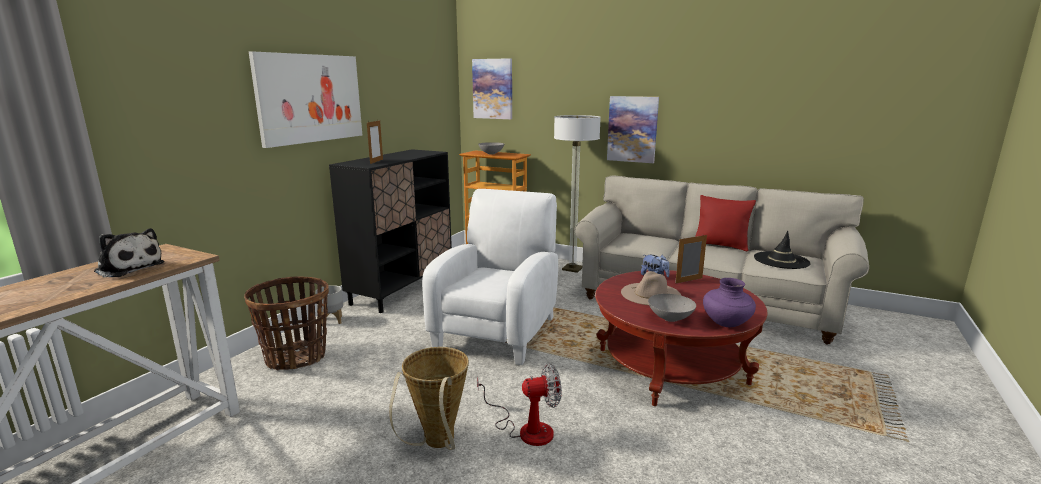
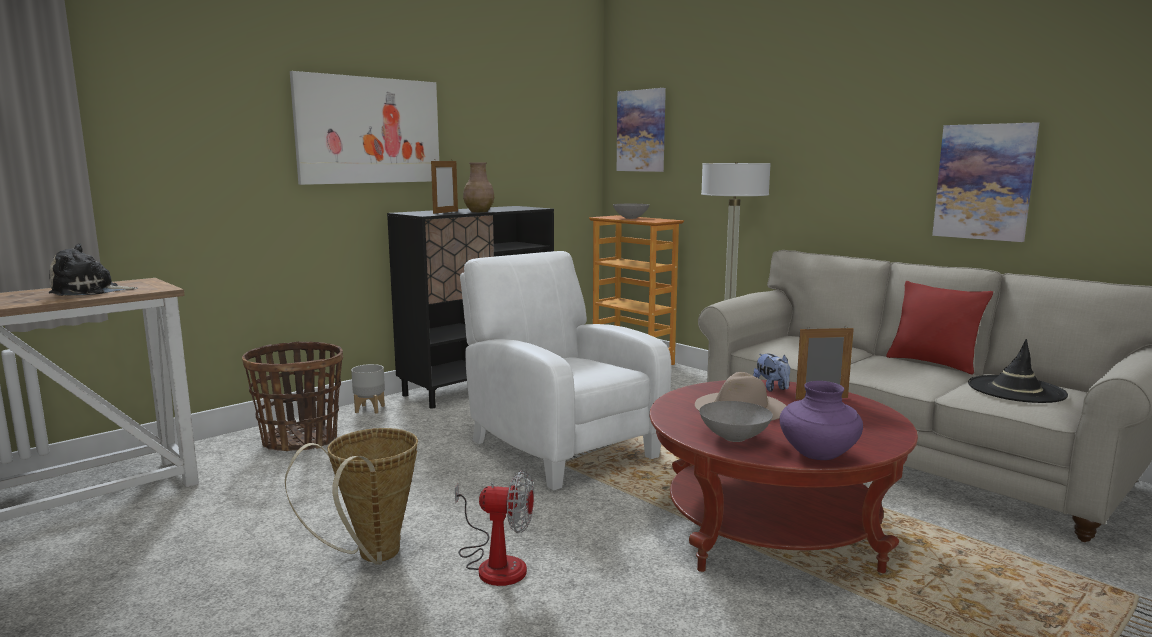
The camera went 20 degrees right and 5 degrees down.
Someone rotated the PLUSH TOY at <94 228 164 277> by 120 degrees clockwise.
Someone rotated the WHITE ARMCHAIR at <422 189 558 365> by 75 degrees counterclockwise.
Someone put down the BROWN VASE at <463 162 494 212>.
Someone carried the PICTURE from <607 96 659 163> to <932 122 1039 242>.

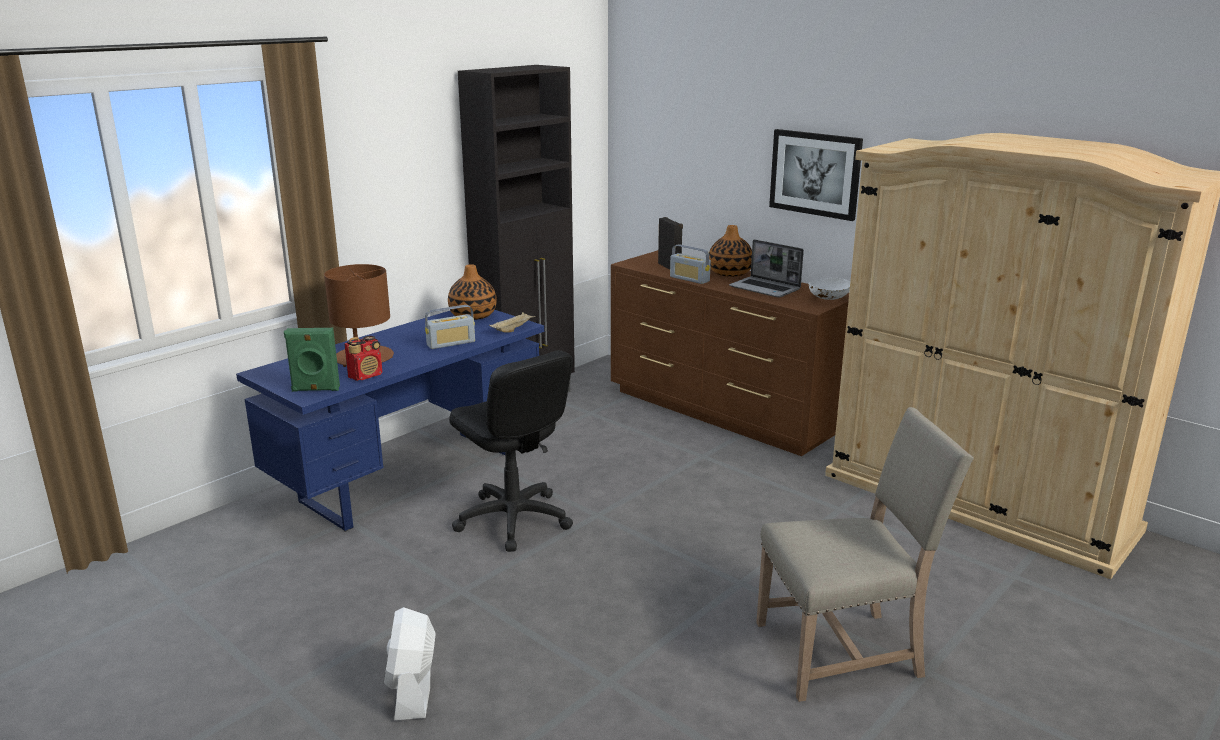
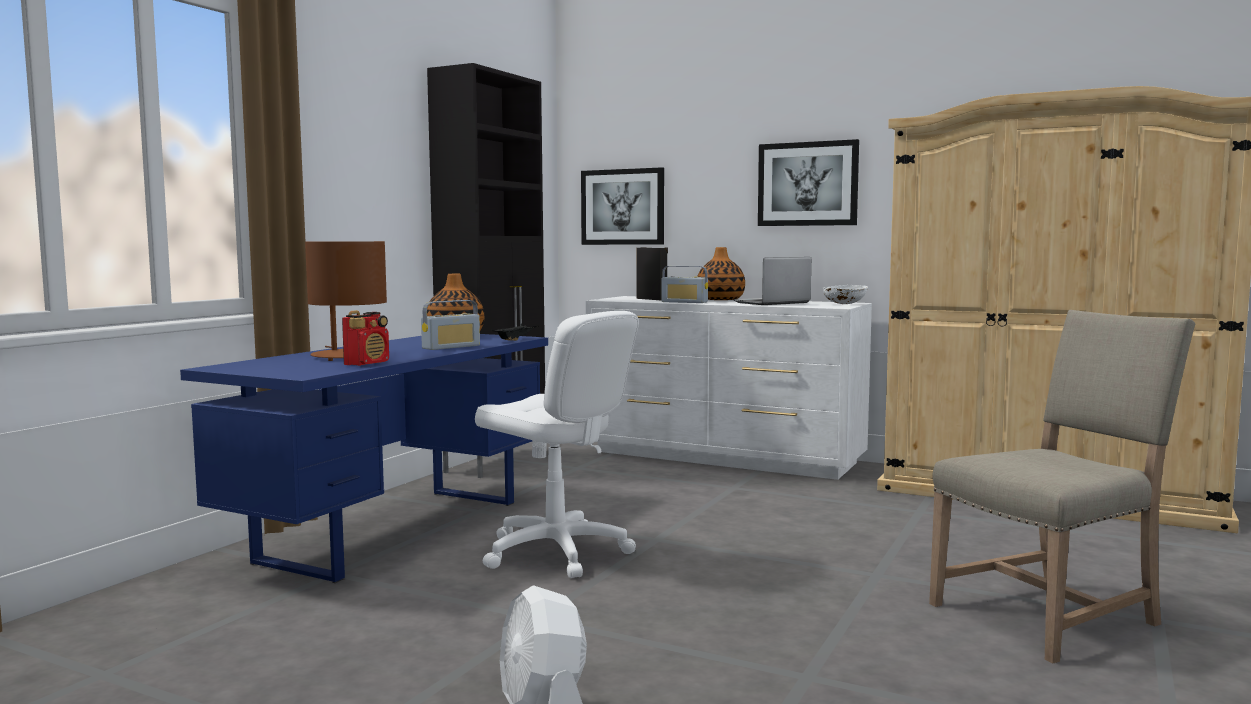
The camera went 15 degrees left and 15 degrees down.
Someone repainted the BLACK OFFICE CHAIR at <449 350 573 552>, which became the WHITE OFFICE CHAIR at <475 311 639 578>.
Someone repainted the BEIGE TRAY at <489 312 536 333>, which became the BLACK TRAY at <492 323 538 341>.
Someone put up the PICTURE at <581 167 664 245>.
Someone repainted the BROWN DRESSER at <611 250 849 456>, which became the WHITE DRESSER at <586 296 872 480>.
Someone rotated the LAPTOP at <729 239 804 298> by 120 degrees clockwise.
Someone took away the GREEN SPEAKER at <284 328 340 392>.

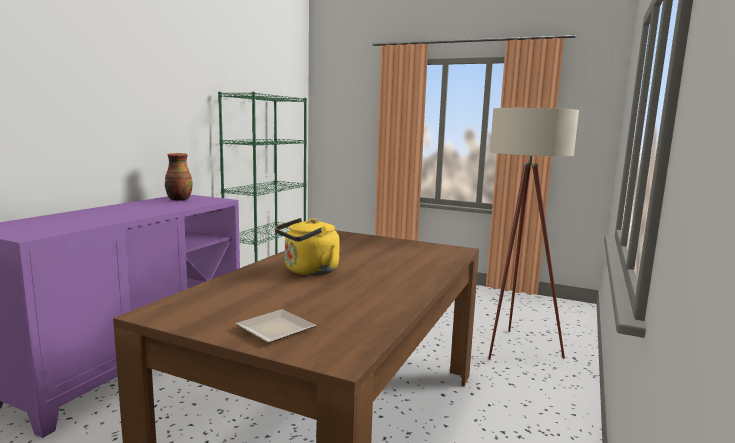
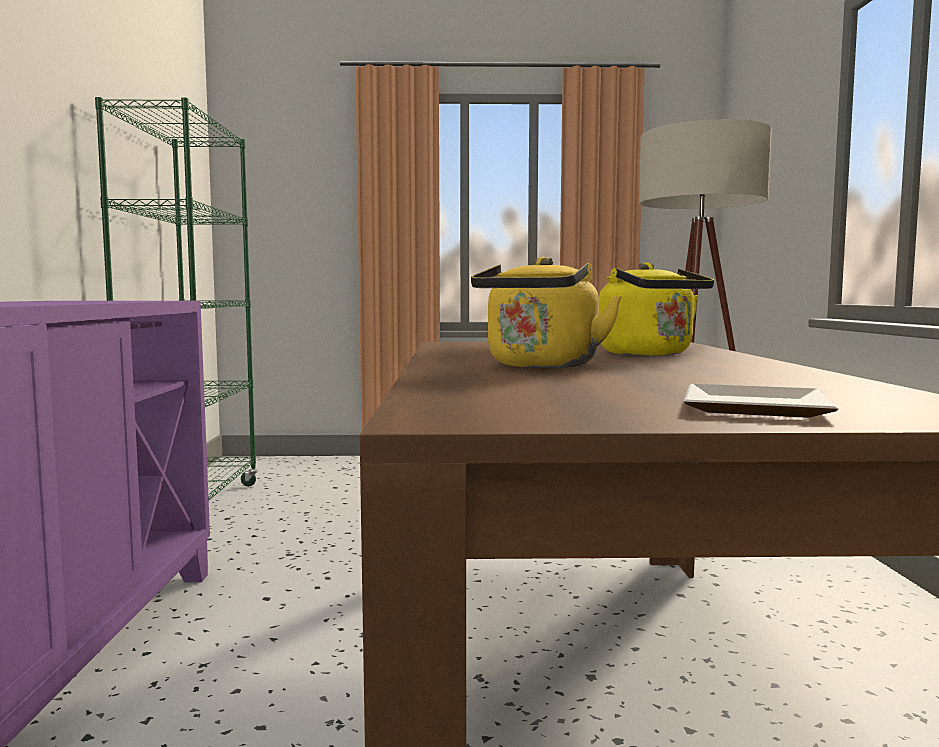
The camera went 25 degrees left and 5 degrees down.
Someone put down the YELLOW KETTLE at <599 263 714 356>.
Someone took away the VASE at <165 153 193 201>.

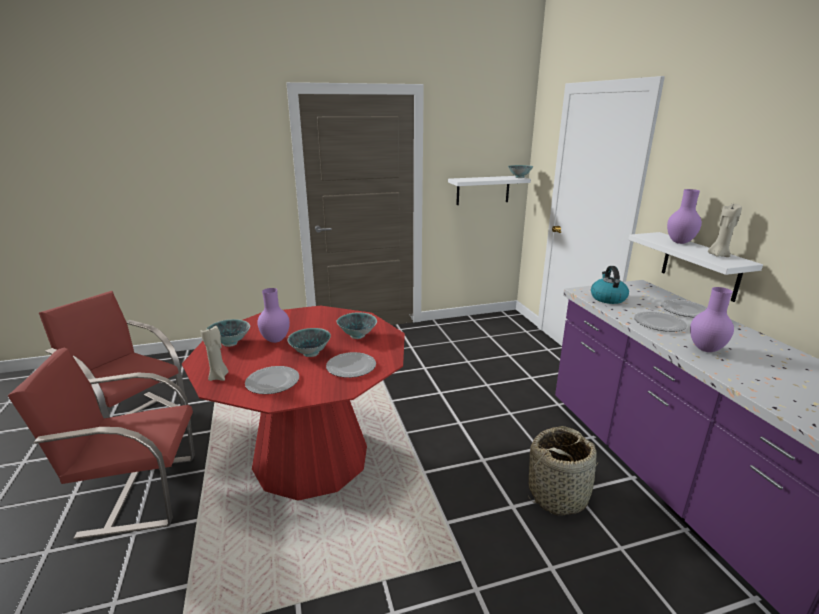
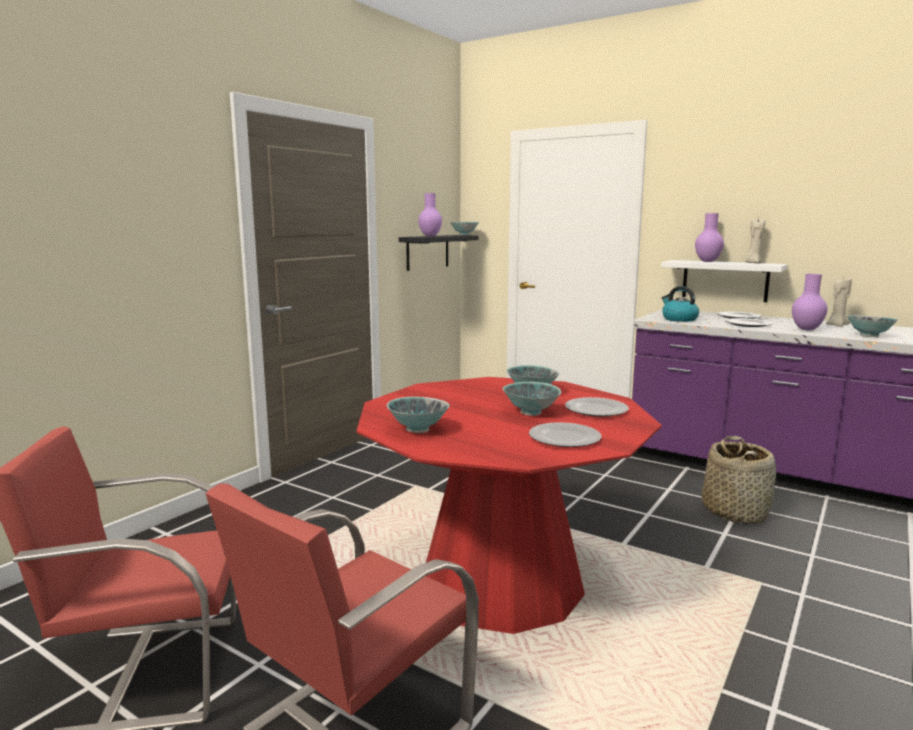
The camera went 40 degrees left and 10 degrees down.
Someone repainted the WHITE SHELF at <448 176 531 205>, which became the BLACK SHELF at <399 235 479 271>.
Someone carried the PURPLE VASE from <257 288 290 343> to <418 193 442 237>.
Someone carried the BEIGE CANDLE from <200 326 229 381> to <826 277 852 327>.
Someone put down the BOWL at <847 315 898 337>.

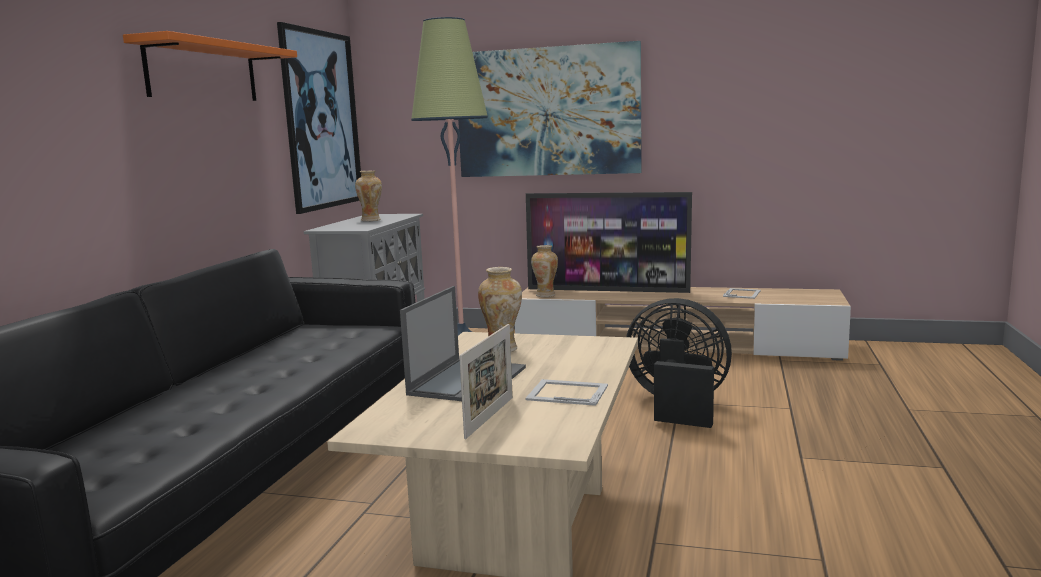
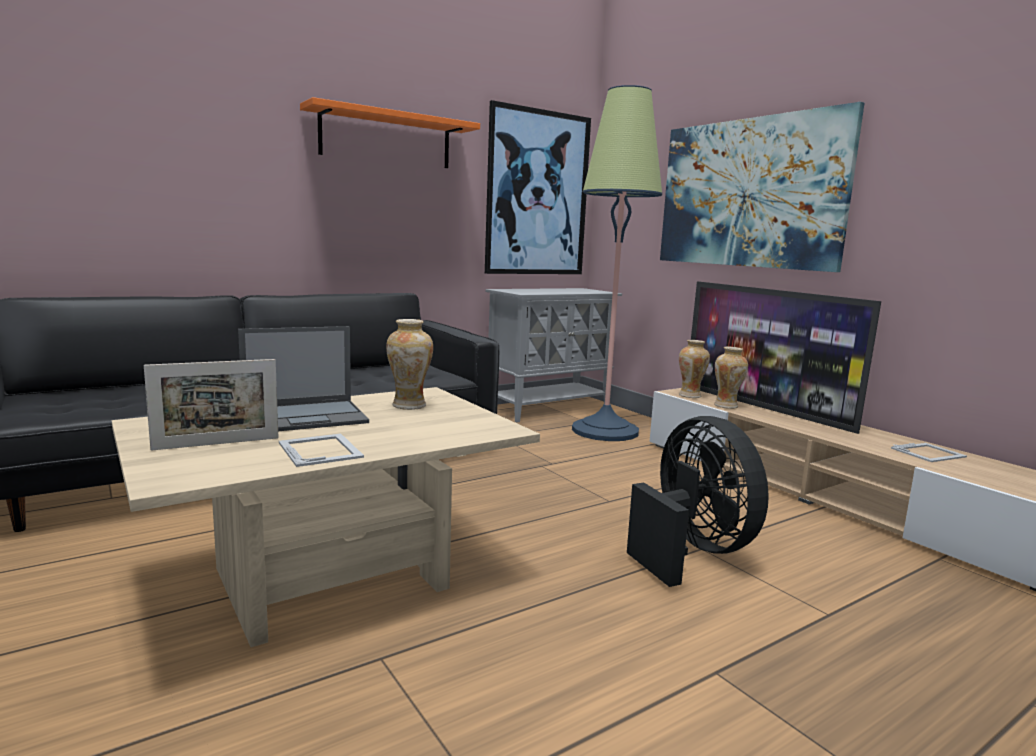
The camera went 40 degrees right and 0 degrees up.
Someone carried the VASE from <355 171 382 221> to <714 346 748 409>.

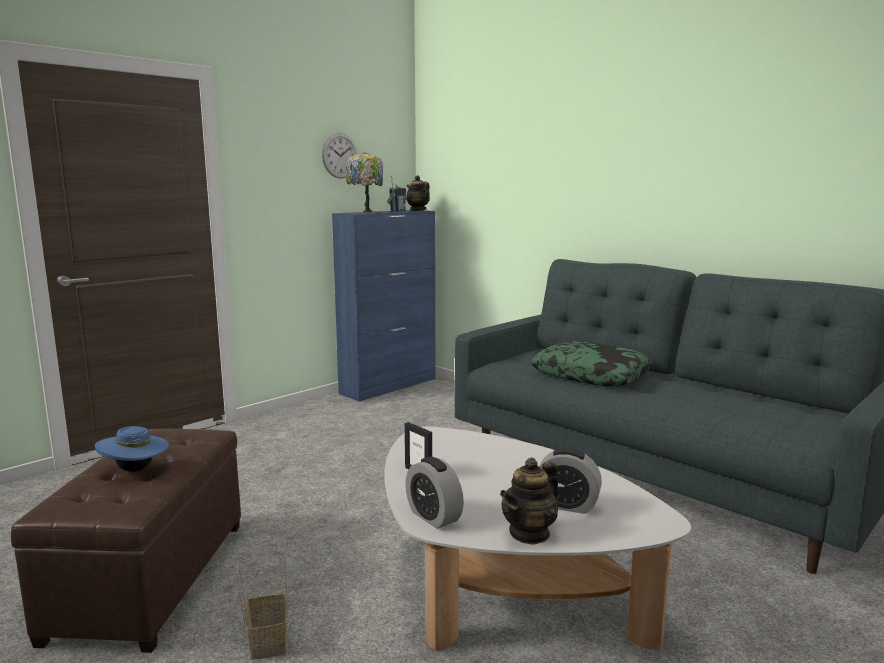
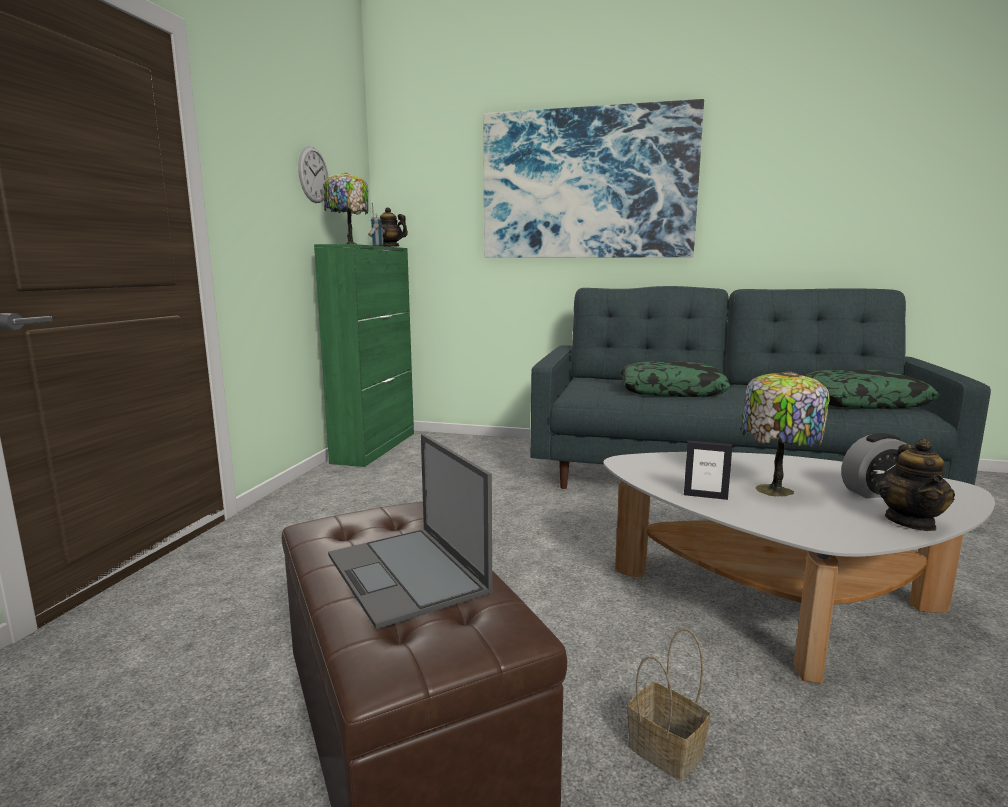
The camera went 30 degrees left and 0 degrees up.
Someone repainted the BLUE CABINET at <332 210 435 401>, which became the GREEN CABINET at <314 244 414 467>.
Someone swapped the BLUE HAT at <95 426 169 472> for the LAPTOP at <328 434 492 629>.
Someone put up the PICTURE at <483 99 704 258>.
Someone put down the TABLE LAMP at <741 371 829 497>.
Someone put down the PILLOW at <800 369 940 409>.
Someone took away the ALARM CLOCK at <405 457 464 529>.

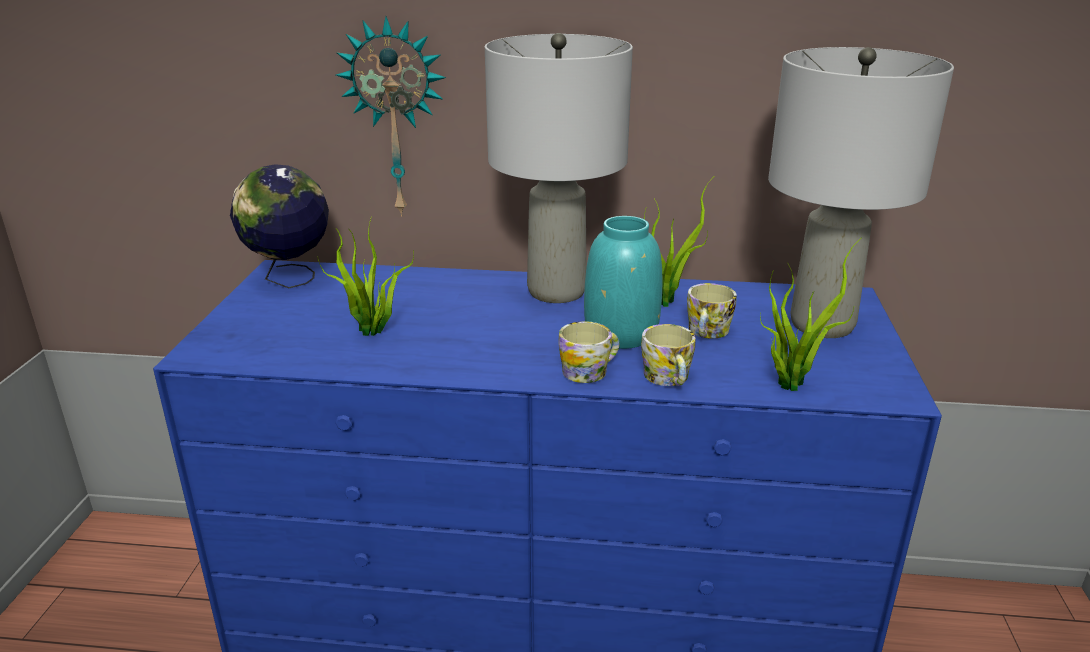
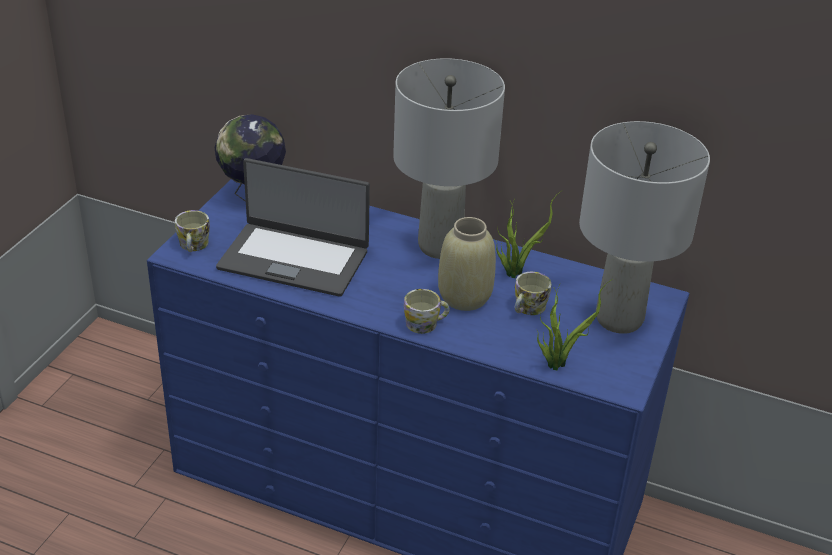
The camera went 15 degrees right and 10 degrees up.
Someone carried the MUG from <641 324 696 386> to <175 210 210 252>.
Someone swapped the POTTED PLANT at <317 216 414 336> for the LAPTOP at <216 158 370 297>.
Someone repainted the TURQUOISE VASE at <584 216 662 349>, which became the BEIGE VASE at <438 217 496 311>.
Someone took away the WALL CLOCK at <336 16 446 217>.

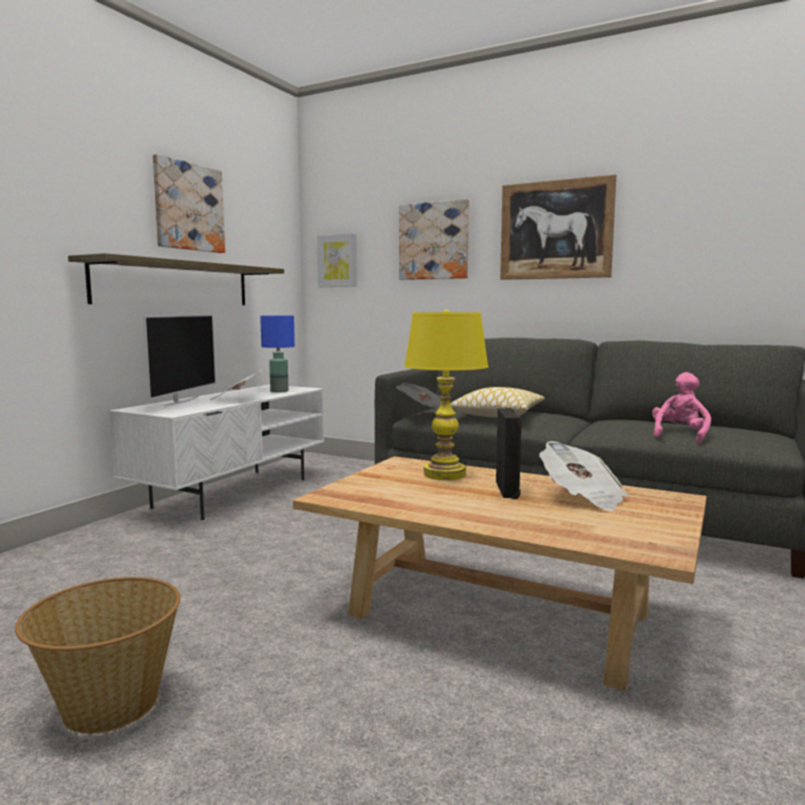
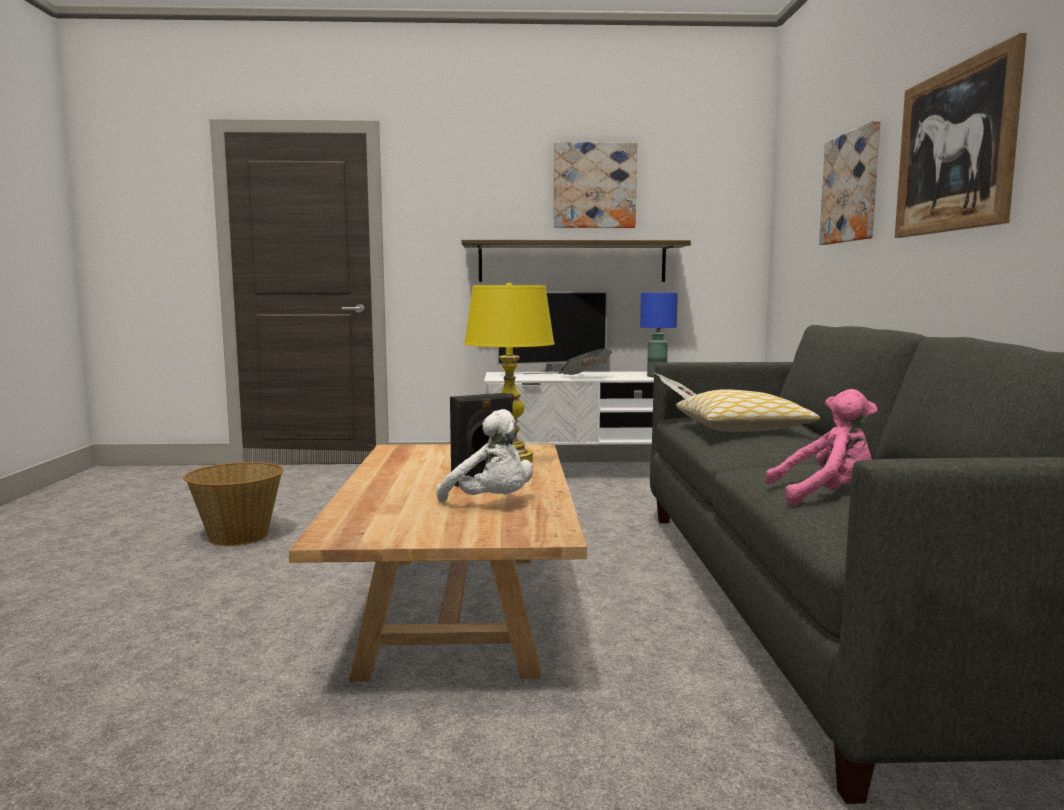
The camera went 60 degrees right and 0 degrees up.
Someone swapped the NEWSPAPER at <539 441 628 511> for the WHITE PLUSH TOY at <436 409 533 502>.
Someone took away the PICTURE at <317 233 357 287>.

